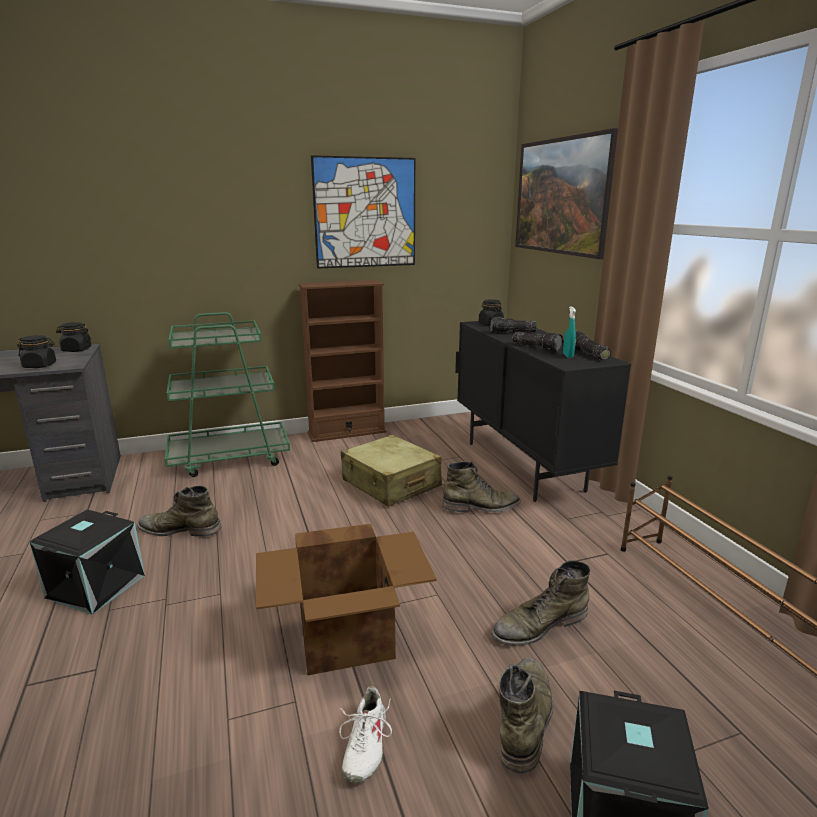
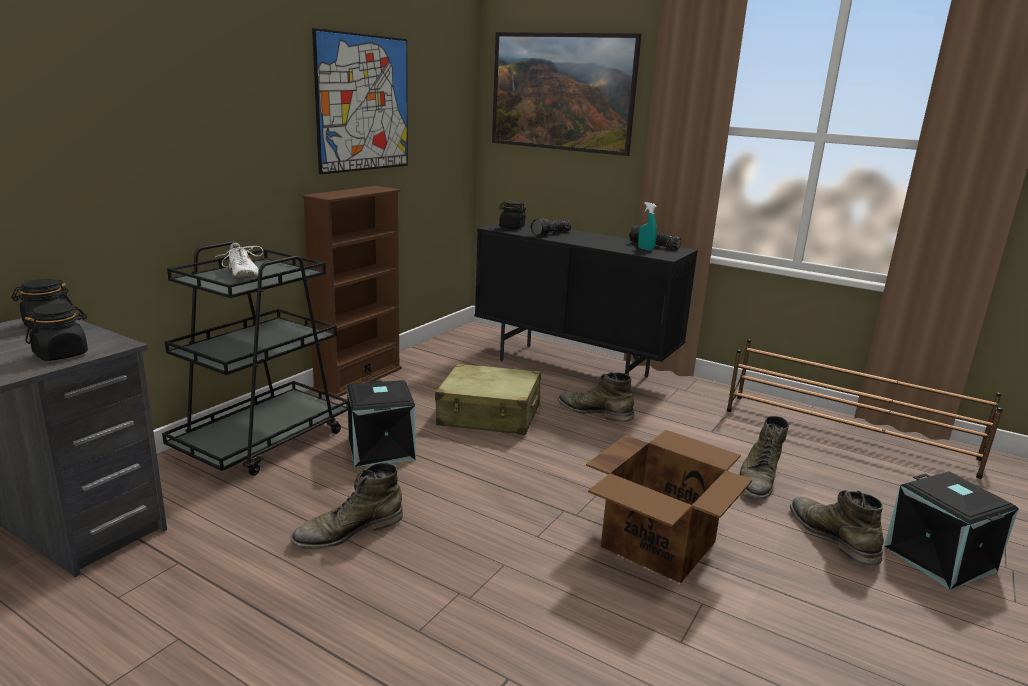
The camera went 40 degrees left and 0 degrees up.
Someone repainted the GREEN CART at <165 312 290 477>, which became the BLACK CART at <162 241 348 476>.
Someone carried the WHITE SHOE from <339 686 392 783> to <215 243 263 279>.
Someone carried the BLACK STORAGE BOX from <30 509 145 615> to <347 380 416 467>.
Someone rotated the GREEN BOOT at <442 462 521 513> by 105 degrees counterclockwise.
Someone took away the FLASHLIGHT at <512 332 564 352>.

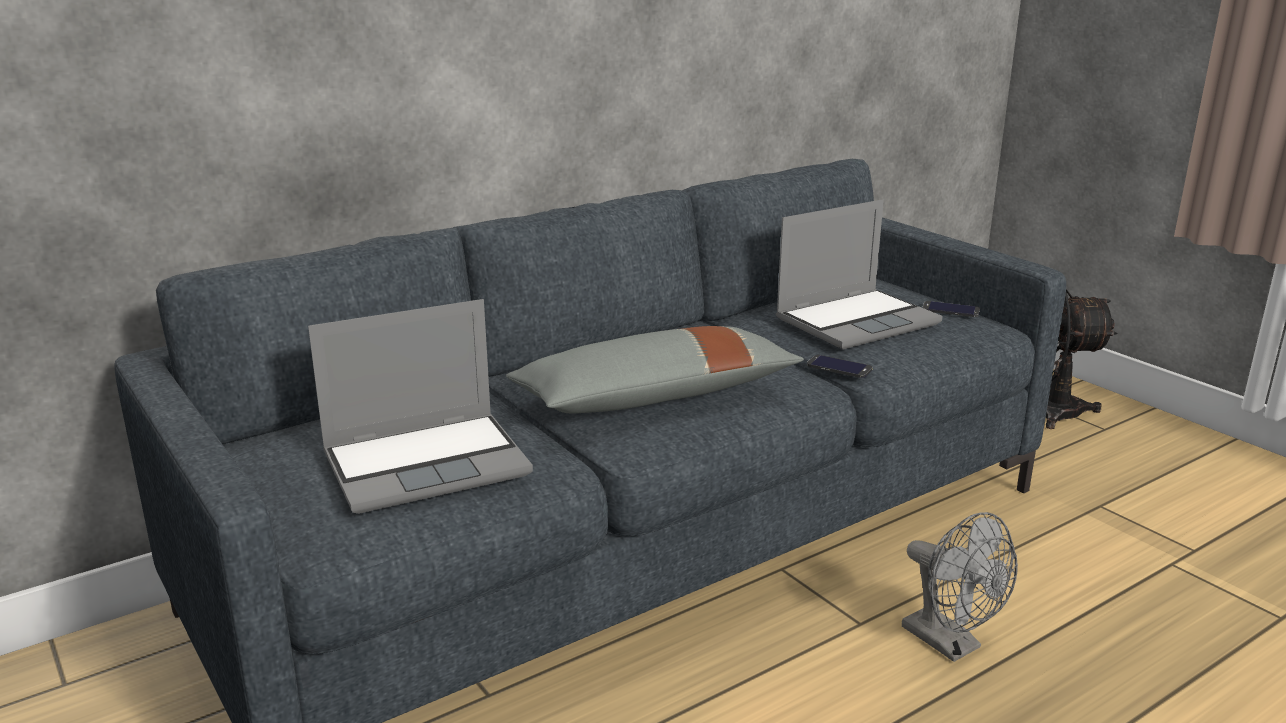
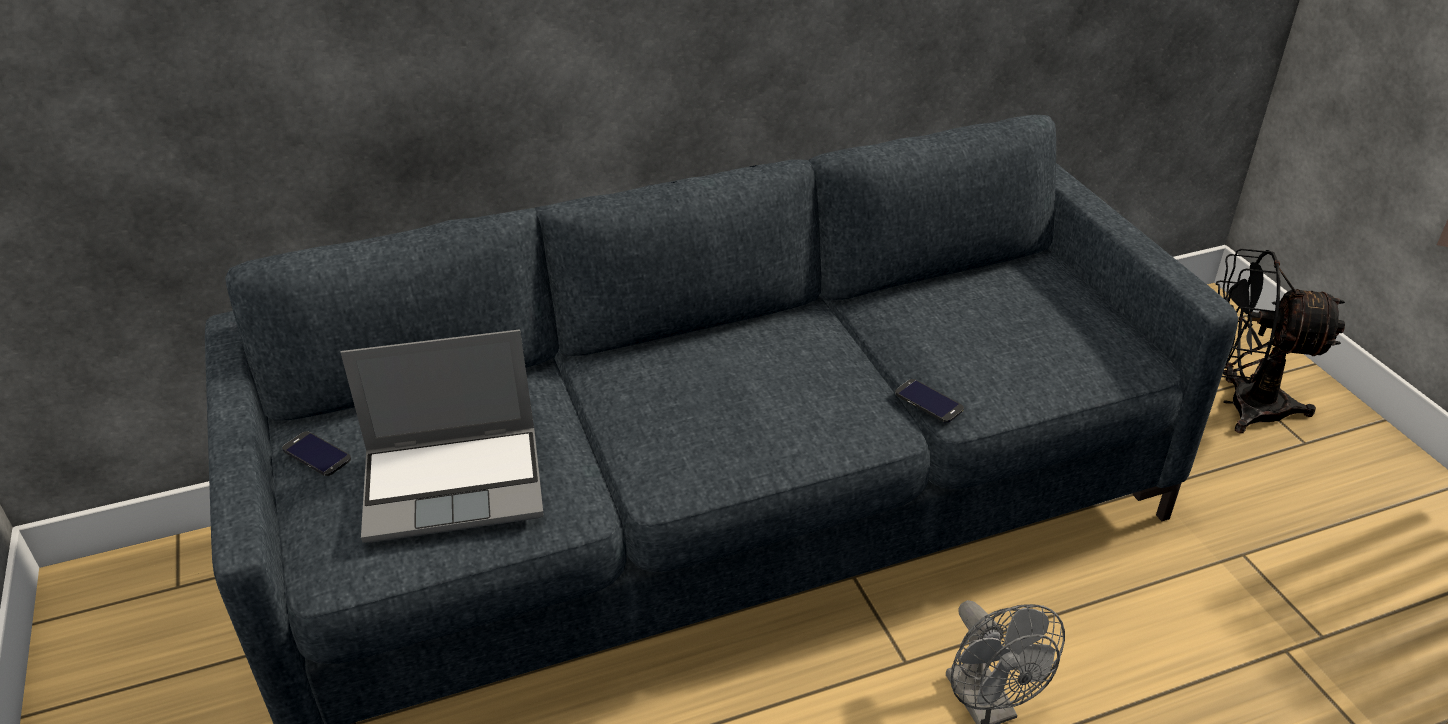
The camera went 15 degrees right and 15 degrees up.
Someone carried the PHONE from <922 301 980 317> to <282 431 351 476>.
Someone took away the GREY PILLOW at <506 326 804 413>.
Someone took away the LAPTOP at <776 199 943 350>.

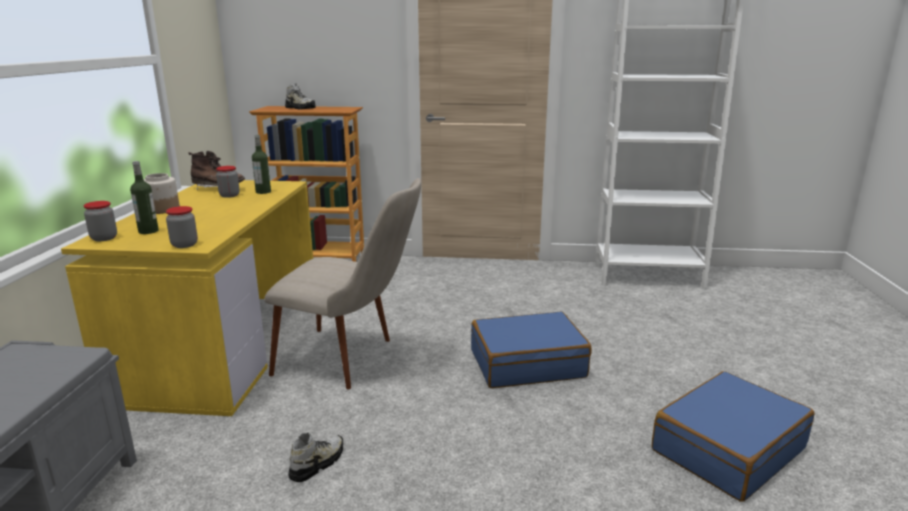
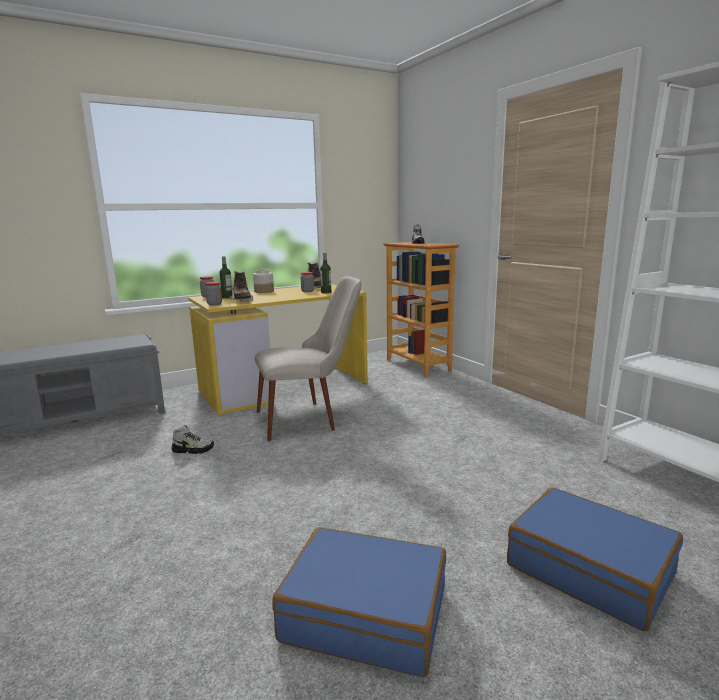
The camera went 55 degrees right and 5 degrees down.
Someone put down the BROWN BOOT at <230 271 253 301>.
Someone rotated the BEIGE CHAIR at <264 178 421 389> by 90 degrees counterclockwise.
Someone carried the BLUE SUITCASE from <471 311 592 388> to <507 487 683 631>.

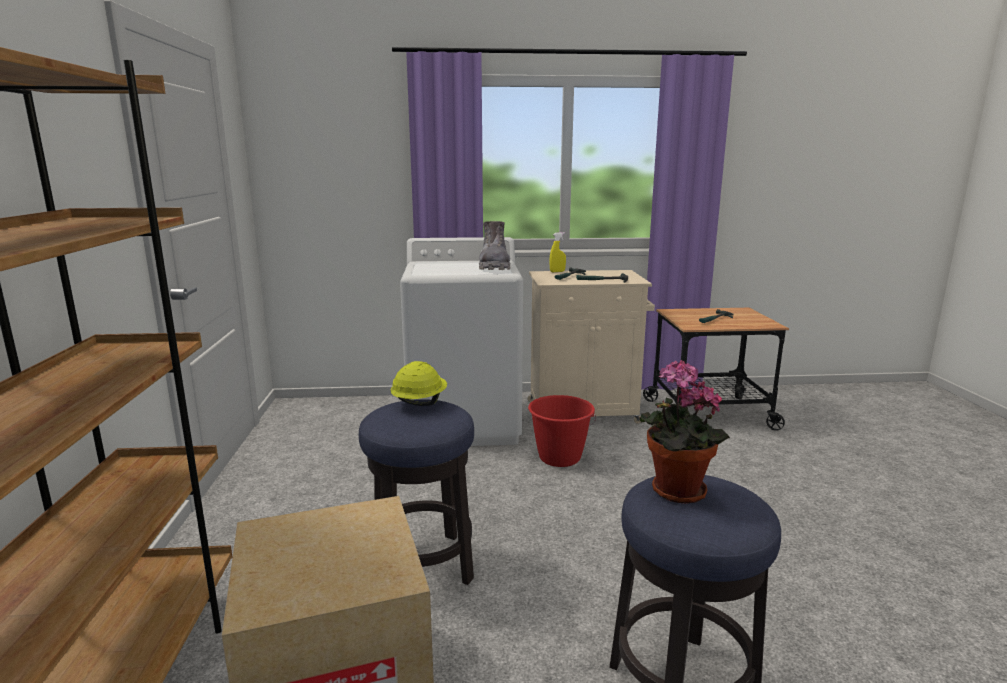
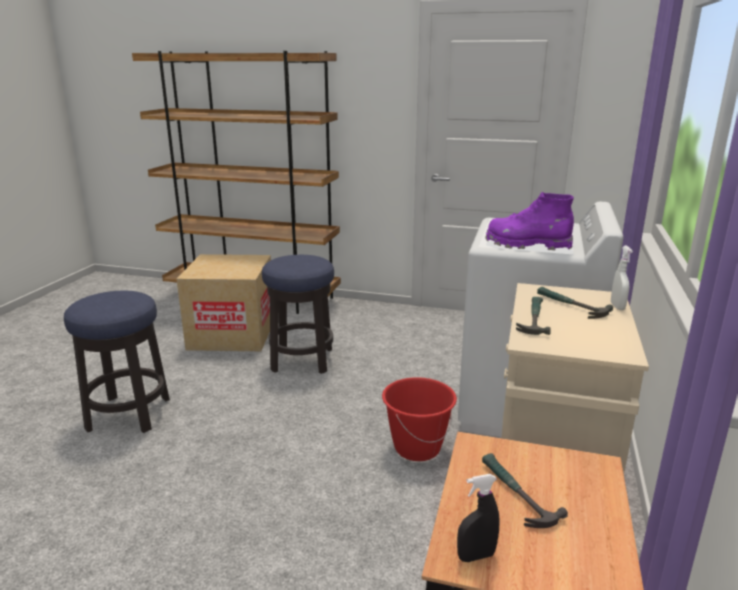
The camera went 110 degrees right and 5 degrees up.
Someone put down the BLACK SPRAY BOTTLE at <457 474 500 562>.
Someone repainted the GREY BOOT at <479 221 511 270>, which became the PURPLE BOOT at <485 192 574 250>.
Someone repainted the YELLOW SPRAY BOTTLE at <550 232 566 272>, which became the WHITE SPRAY BOTTLE at <611 246 633 310>.
Someone took away the YELLOW HARD HAT at <391 361 447 406>.
Someone took away the POTTED PLANT at <639 360 730 504>.

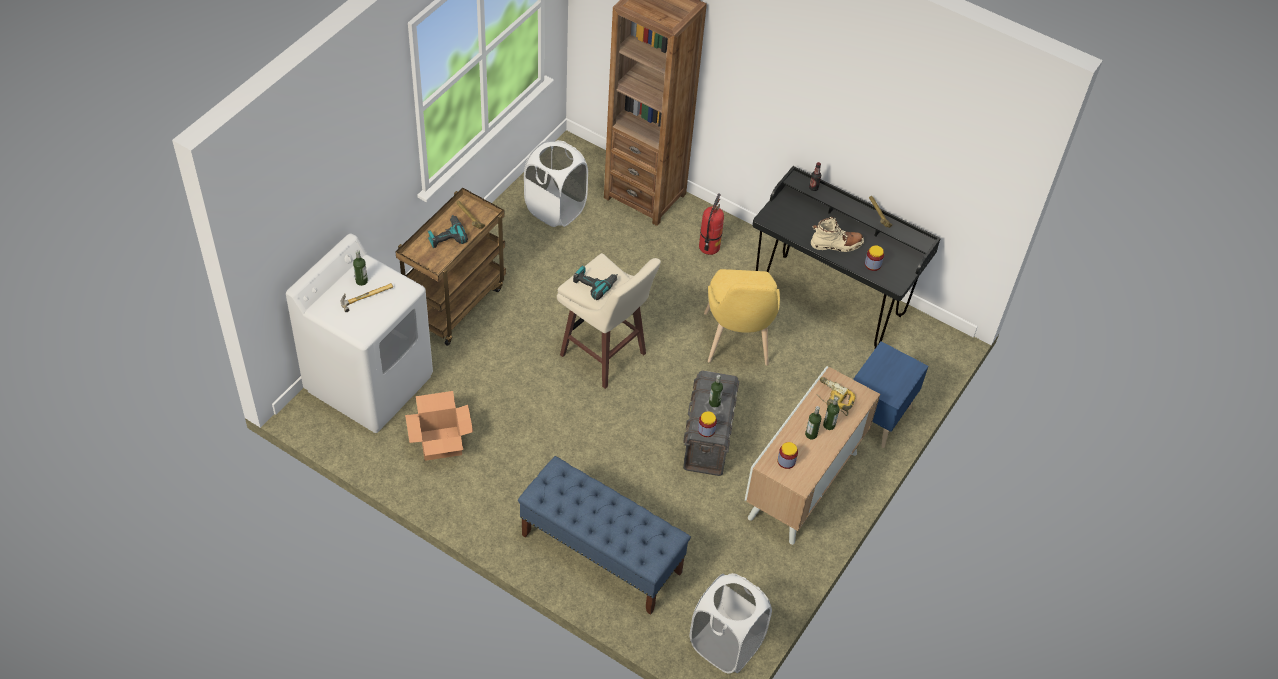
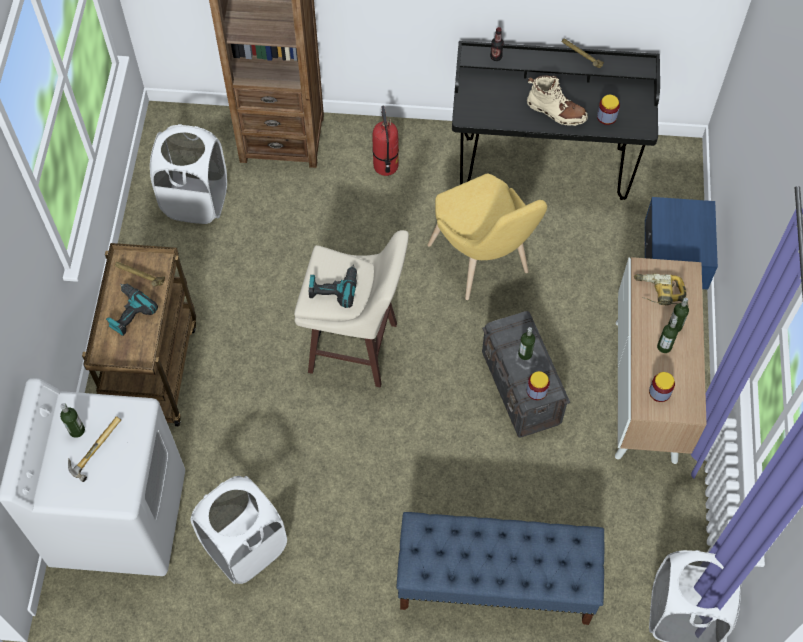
The camera went 25 degrees left and 10 degrees up.
Someone swapped the CARDBOARD BOX at <405 391 473 461> for the WHITE LAUNDRY BASKET at <190 476 287 584>.
Someone rotated the BEIGE BOOT at <811 217 864 252> by 60 degrees clockwise.

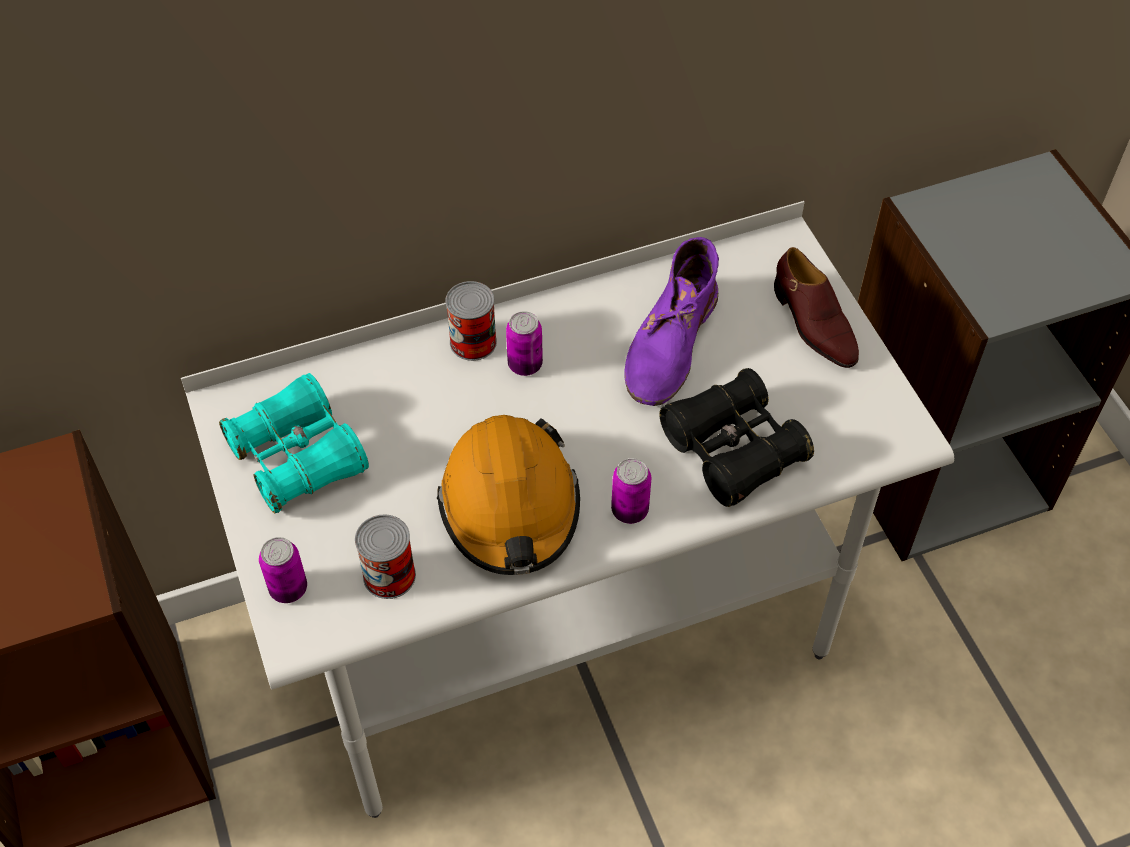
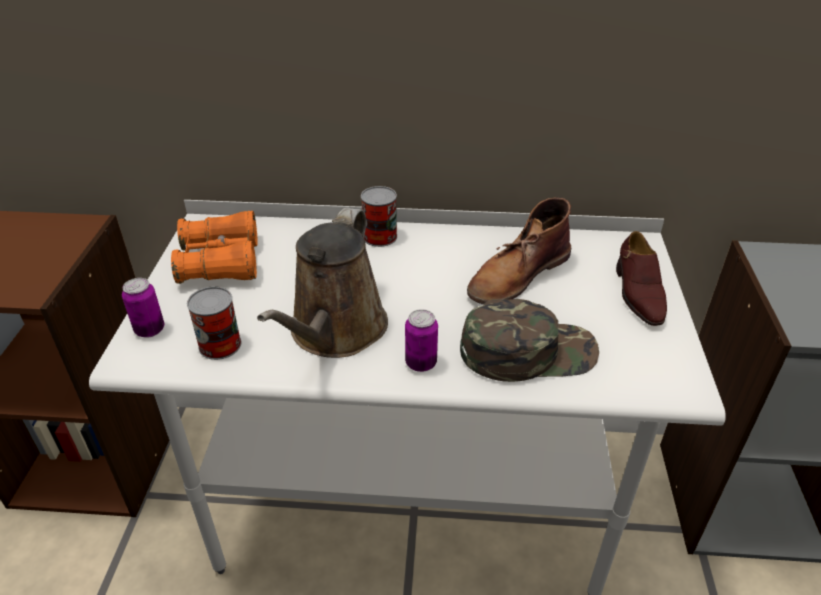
The camera went 25 degrees right and 15 degrees down.
Someone repainted the TURQUOISE BINOCULARS at <219 373 369 513>, which became the ORANGE BINOCULARS at <171 211 258 284>.
Someone swapped the ORANGE HARD HAT at <437 415 580 575> for the BROWN WATERING CAN at <257 208 388 358>.
Someone swapped the BLACK BINOCULARS at <659 368 814 507> for the GREEN CAP at <460 299 599 382>.
Someone repainted the PURPLE BOOT at <624 237 719 406>, which became the BROWN BOOT at <467 197 571 305>.
Someone took away the CAN at <506 311 543 376>.

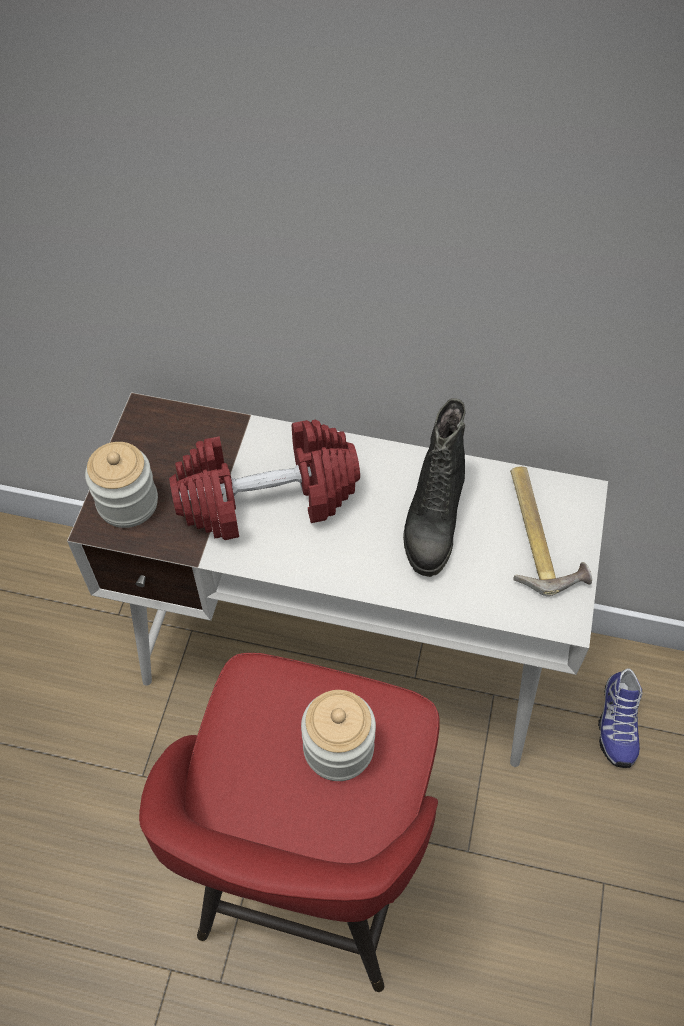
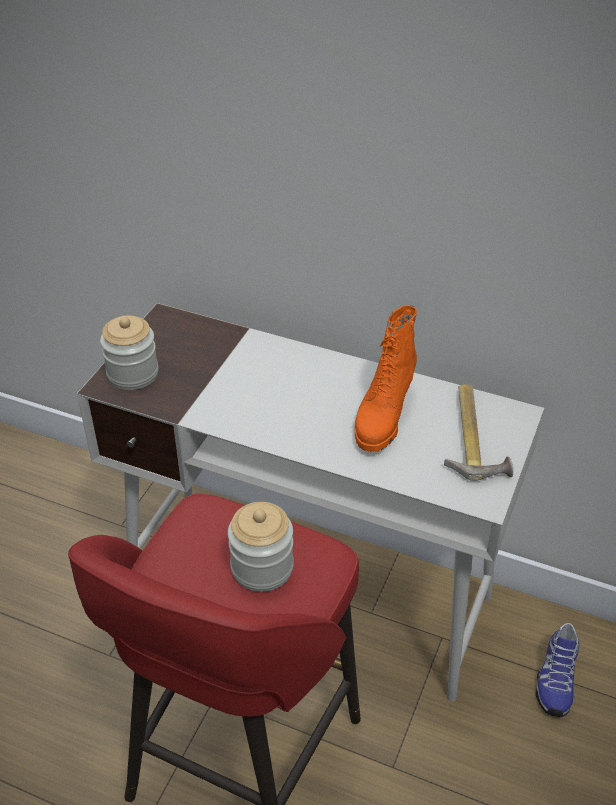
The camera went 10 degrees right and 15 degrees down.
Someone repainted the BLACK BOOT at <403 398 466 577>, which became the ORANGE BOOT at <355 305 417 452>.
Someone took away the RED DUMBBELL at <169 420 360 540>.

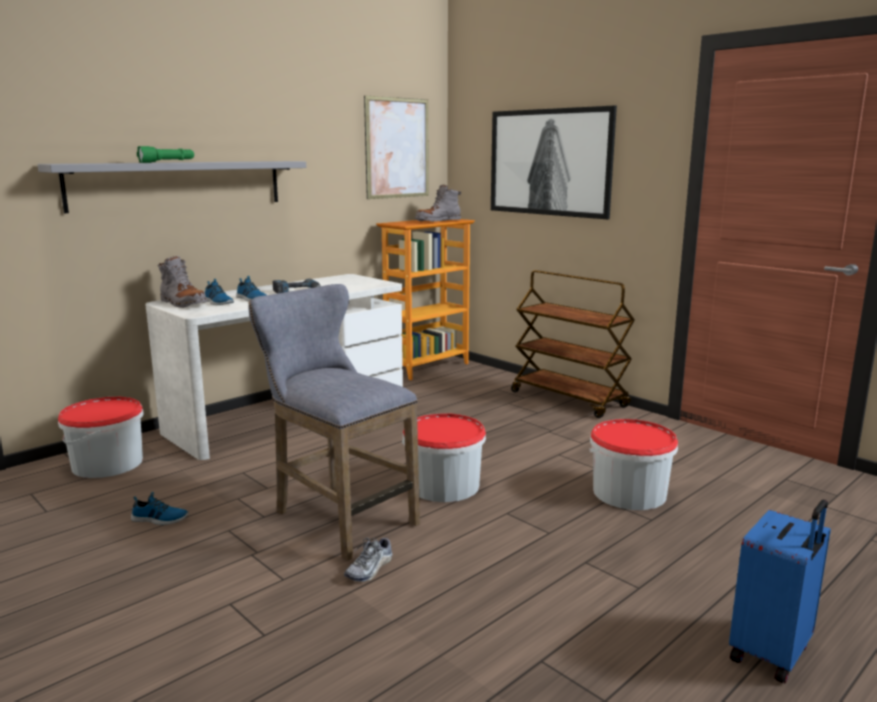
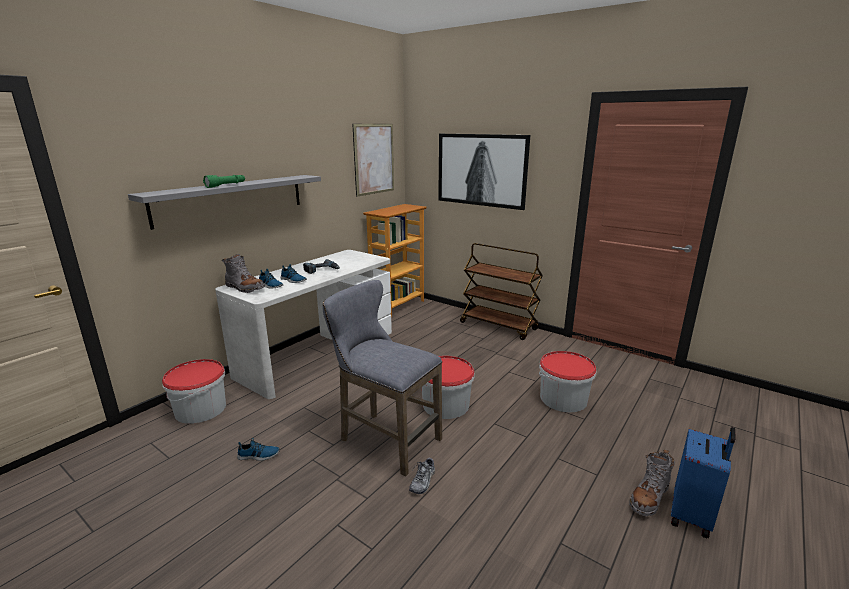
The camera went 10 degrees left and 5 degrees up.
Someone carried the GREY BOOT from <415 185 461 222> to <629 450 675 516>.

